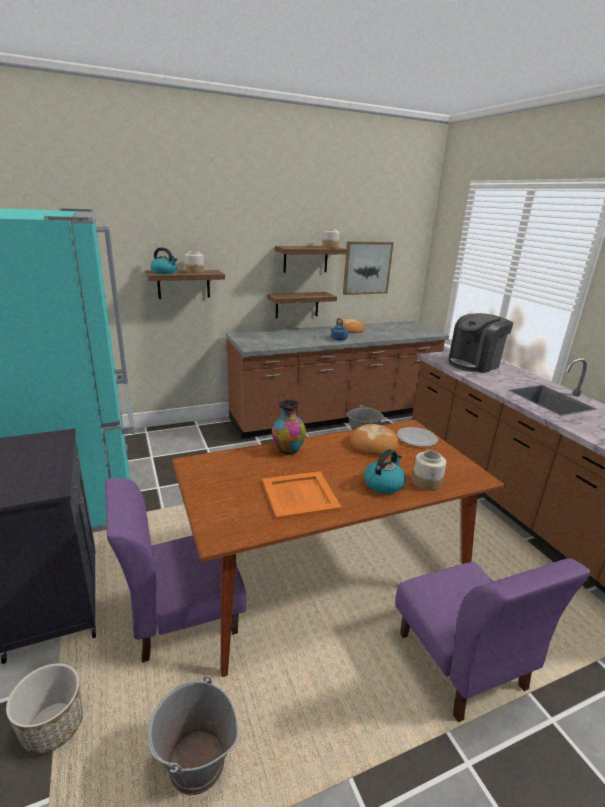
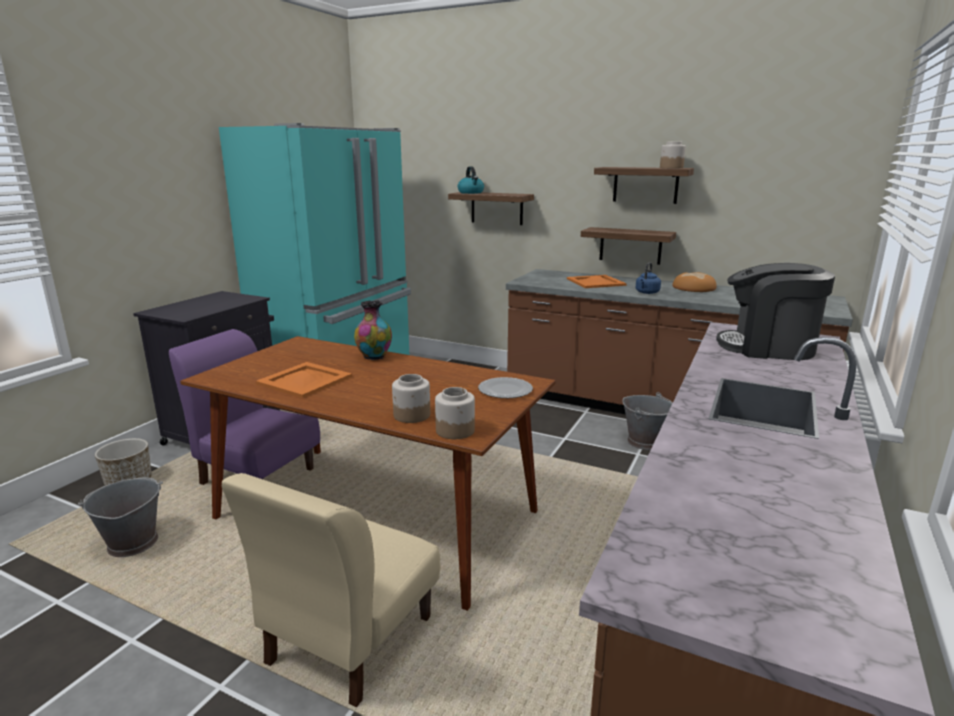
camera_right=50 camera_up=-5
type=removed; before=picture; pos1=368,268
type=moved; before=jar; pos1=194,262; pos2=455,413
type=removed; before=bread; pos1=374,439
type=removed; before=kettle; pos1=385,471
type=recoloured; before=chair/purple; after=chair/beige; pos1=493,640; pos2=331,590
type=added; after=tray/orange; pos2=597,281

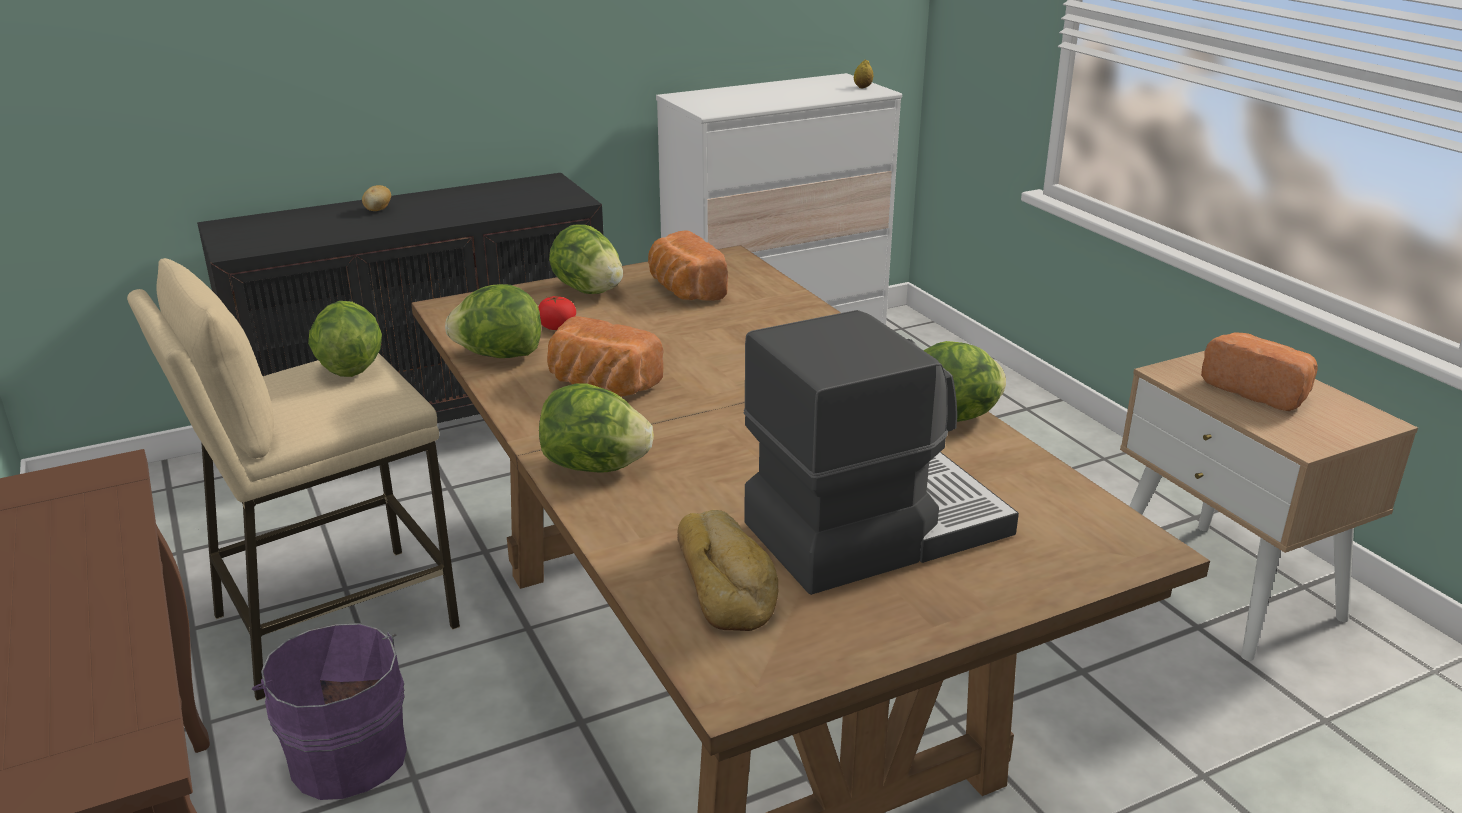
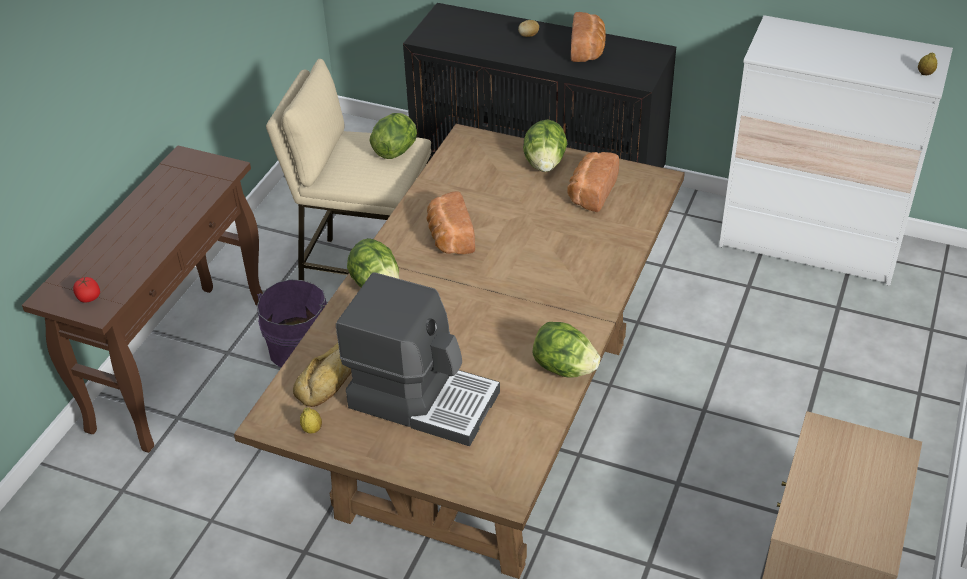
camera_right=50 camera_up=15
type=removed; before=lettuce; pos1=493,321
type=moved; before=tomato; pos1=557,313; pos2=86,290
type=moved; before=bread; pos1=1259,371; pos2=588,37
type=added; after=lemon; pos2=311,420

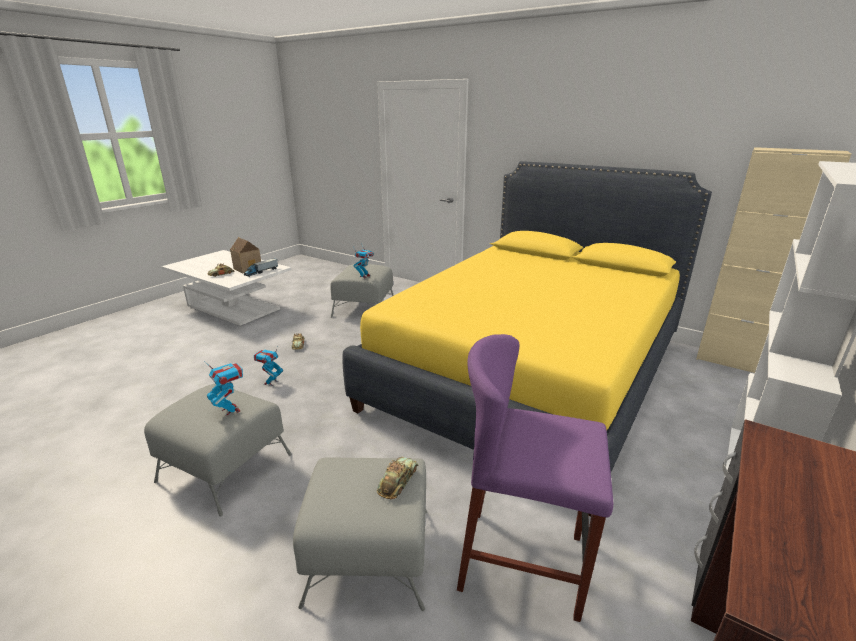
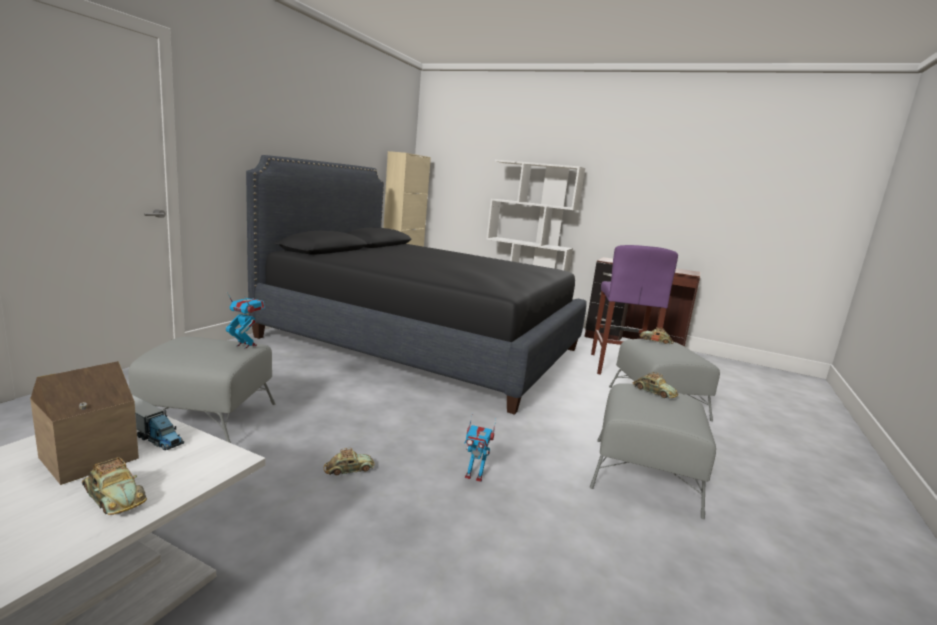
camera_right=-100 camera_up=-10
type=recoloured; before=bed/yellow; after=bed/black; pos1=527,338; pos2=416,285
type=replaced; before=toy robot; after=toy car; pos1=223,388; pos2=656,385

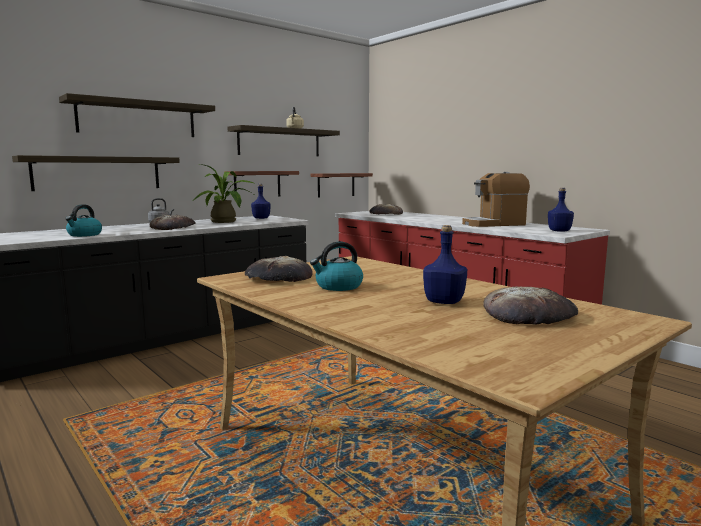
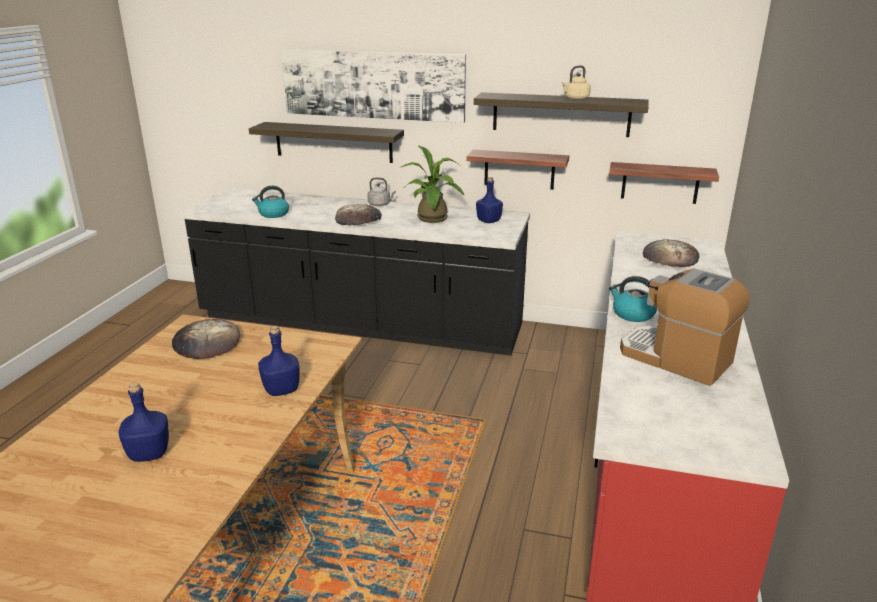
camera_right=55 camera_up=15
type=replaced; before=shelf; after=picture; pos1=137,115; pos2=373,86
type=moved; before=bottle/blue; pos1=561,210; pos2=279,361
type=moved; before=kettle; pos1=336,266; pos2=633,299
type=removed; before=bread; pos1=530,306

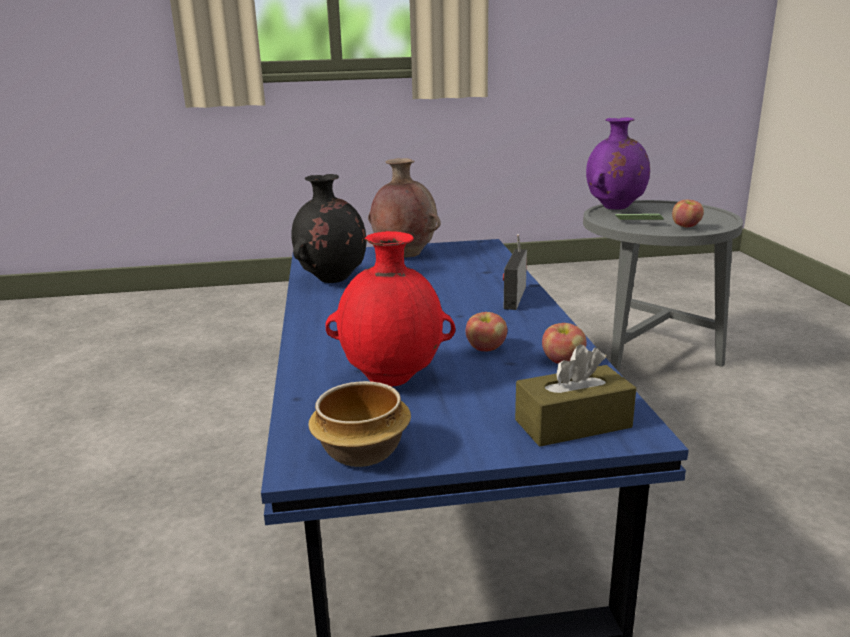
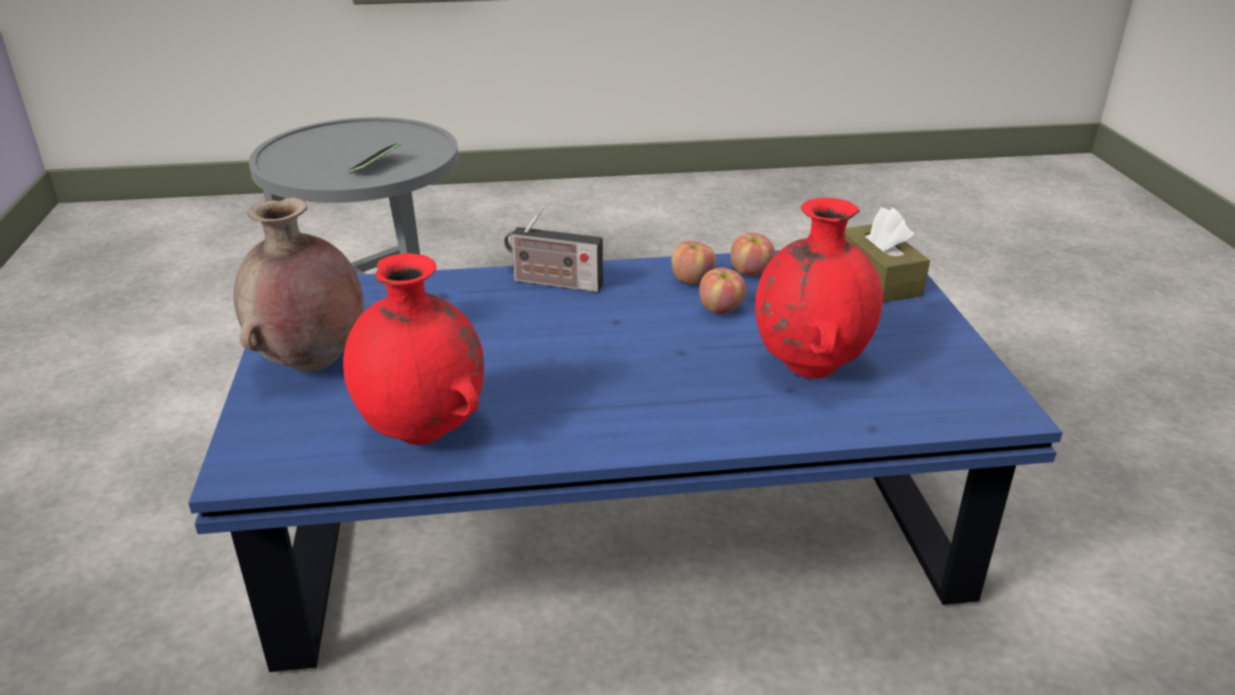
camera_right=-90 camera_up=10
type=removed; before=vase/purple; pos1=618,163
type=recoloured; before=vase/black; after=vase/red; pos1=328,228; pos2=413,349
type=moved; before=apple; pos1=688,214; pos2=693,262
type=removed; before=bowl; pos1=359,424

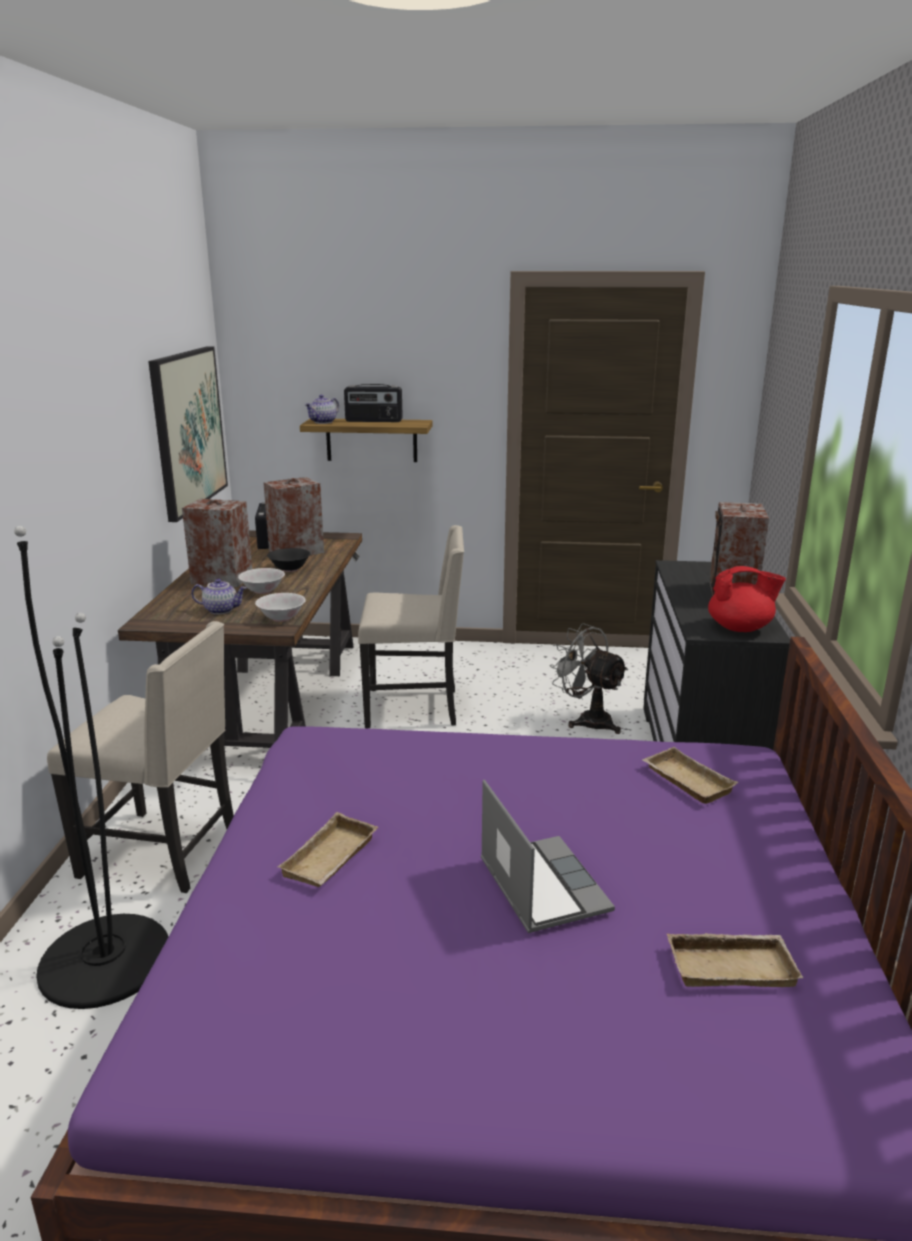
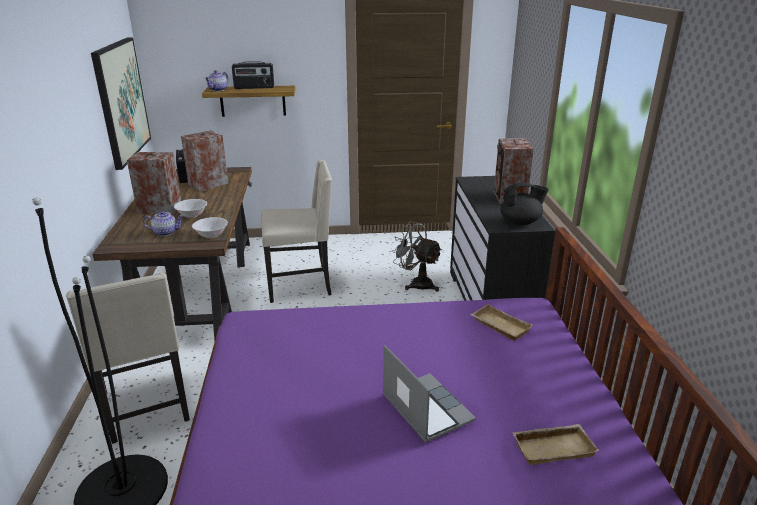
camera_right=-10 camera_up=5
type=removed; before=bowl/black; pos1=289,560
type=recoloured; before=teapot/red; after=teapot/black; pos1=747,599; pos2=524,203
type=turned; before=chair/beige; pos1=140,757; pos2=128,358; turn=60
type=removed; before=tray/beige; pos1=327,849

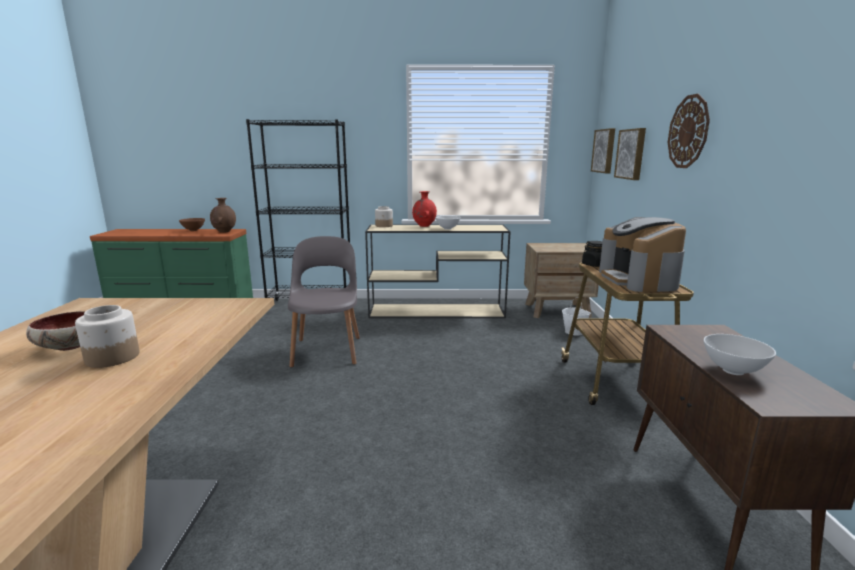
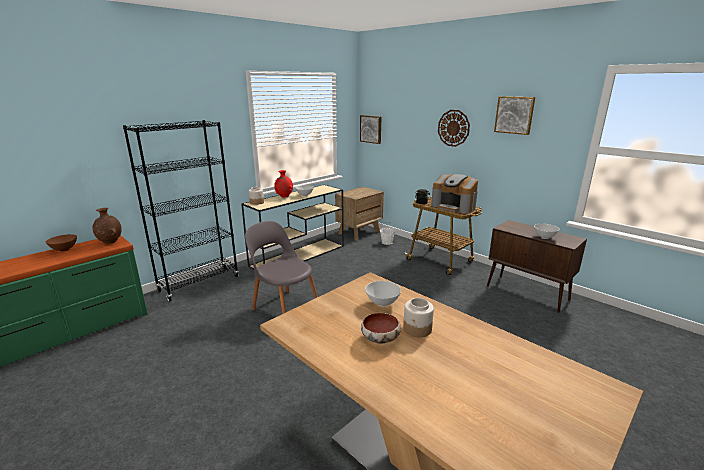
camera_right=-45 camera_up=5
type=moved; before=picture; pos1=630,154; pos2=514,115
type=added; after=bowl/white; pos2=383,293

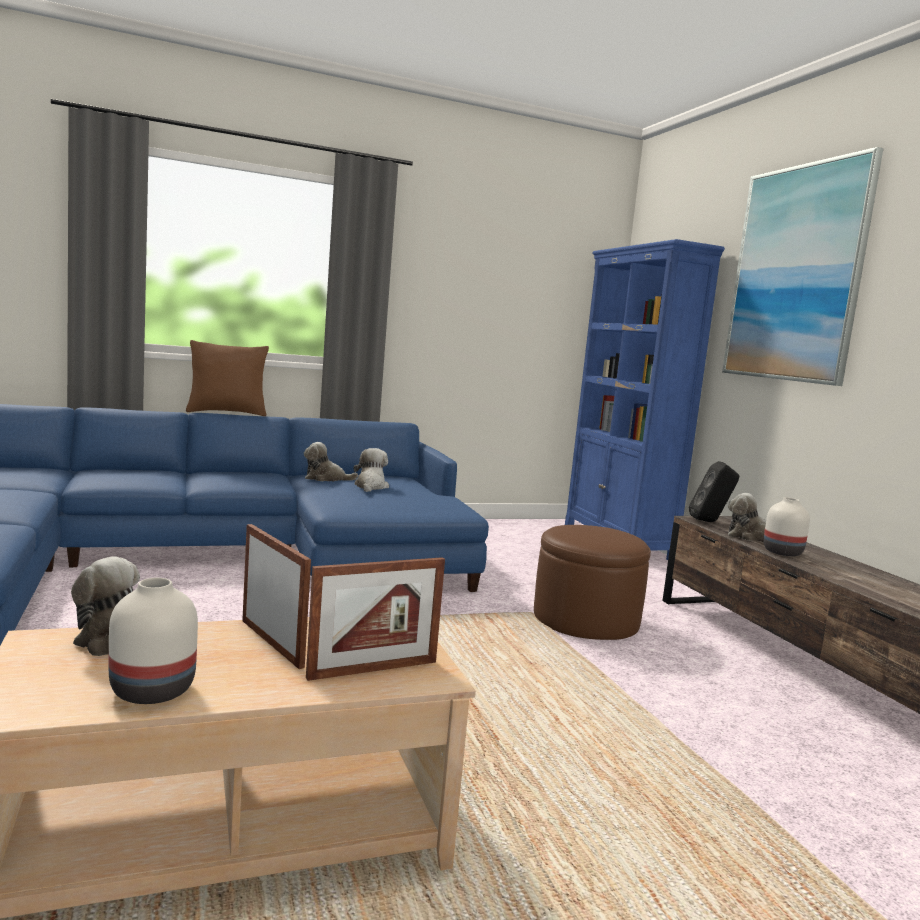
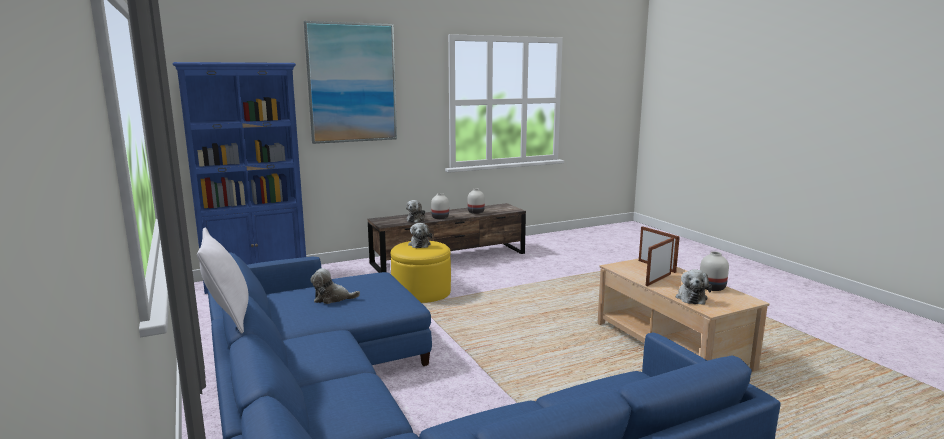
camera_right=-95 camera_up=5
type=recoloured; before=pillow/brown; after=pillow/white; pos1=227,378; pos2=223,280
type=moved; before=plush toy; pos1=331,461; pos2=420,235
type=removed; before=speaker/black; pos1=714,491
type=recoloured; before=ottoman/brown; after=ottoman/yellow; pos1=592,582; pos2=421,272
type=added; after=vase/white; pos2=476,201

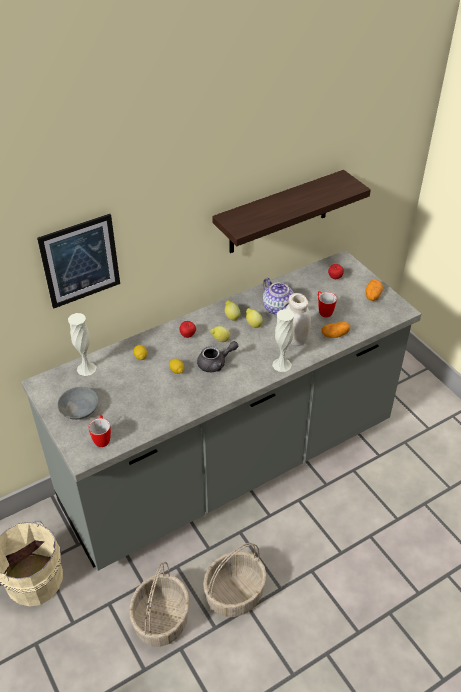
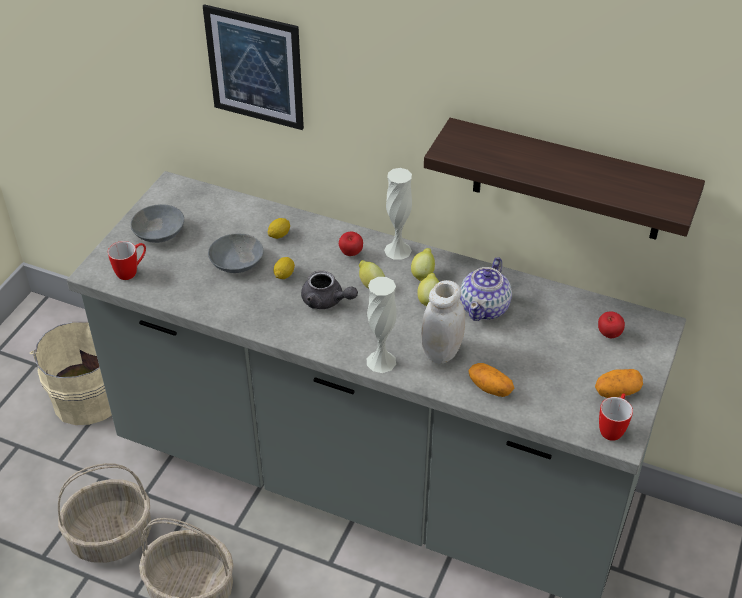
camera_right=55 camera_up=0
type=moved; before=mug; pos1=327,304; pos2=616,417
type=moved; before=vase/white; pos1=82,344; pos2=398,214
type=added; after=bowl/grey; pos2=235,253

